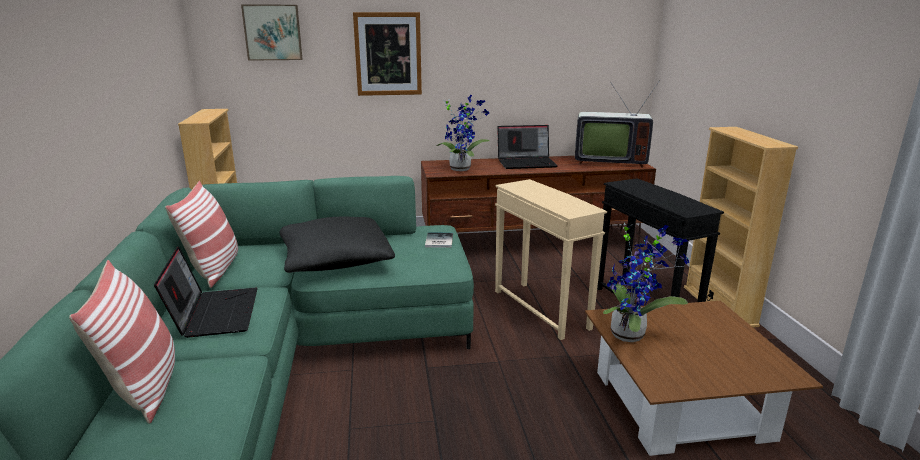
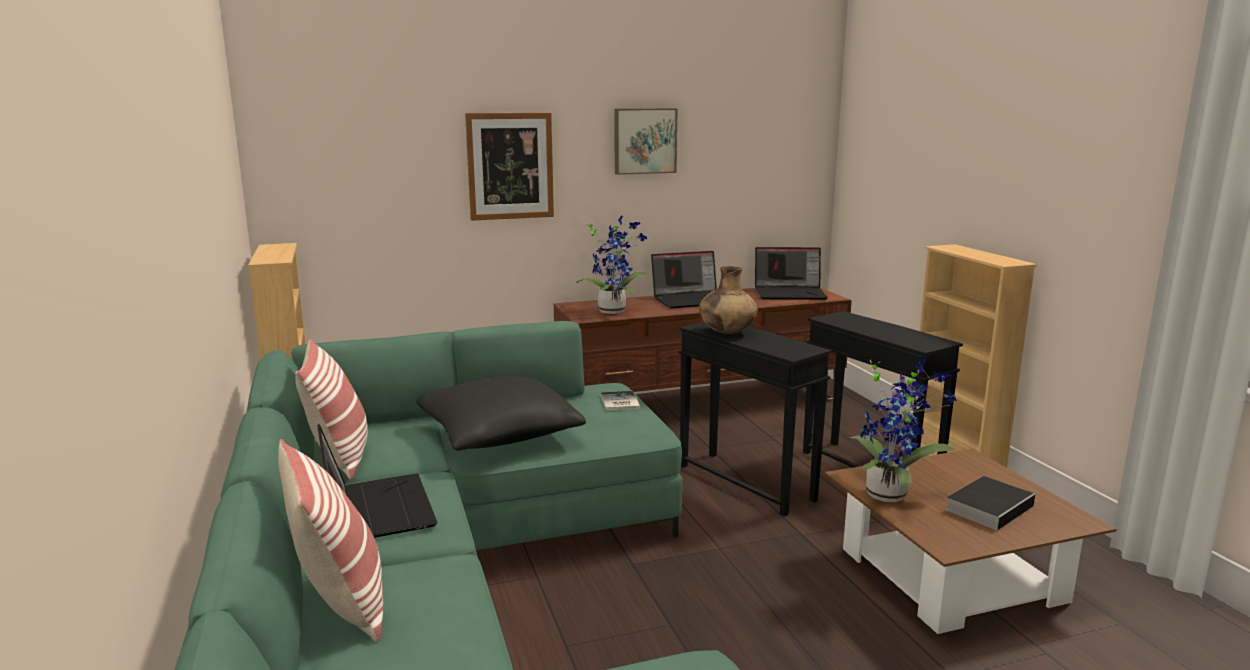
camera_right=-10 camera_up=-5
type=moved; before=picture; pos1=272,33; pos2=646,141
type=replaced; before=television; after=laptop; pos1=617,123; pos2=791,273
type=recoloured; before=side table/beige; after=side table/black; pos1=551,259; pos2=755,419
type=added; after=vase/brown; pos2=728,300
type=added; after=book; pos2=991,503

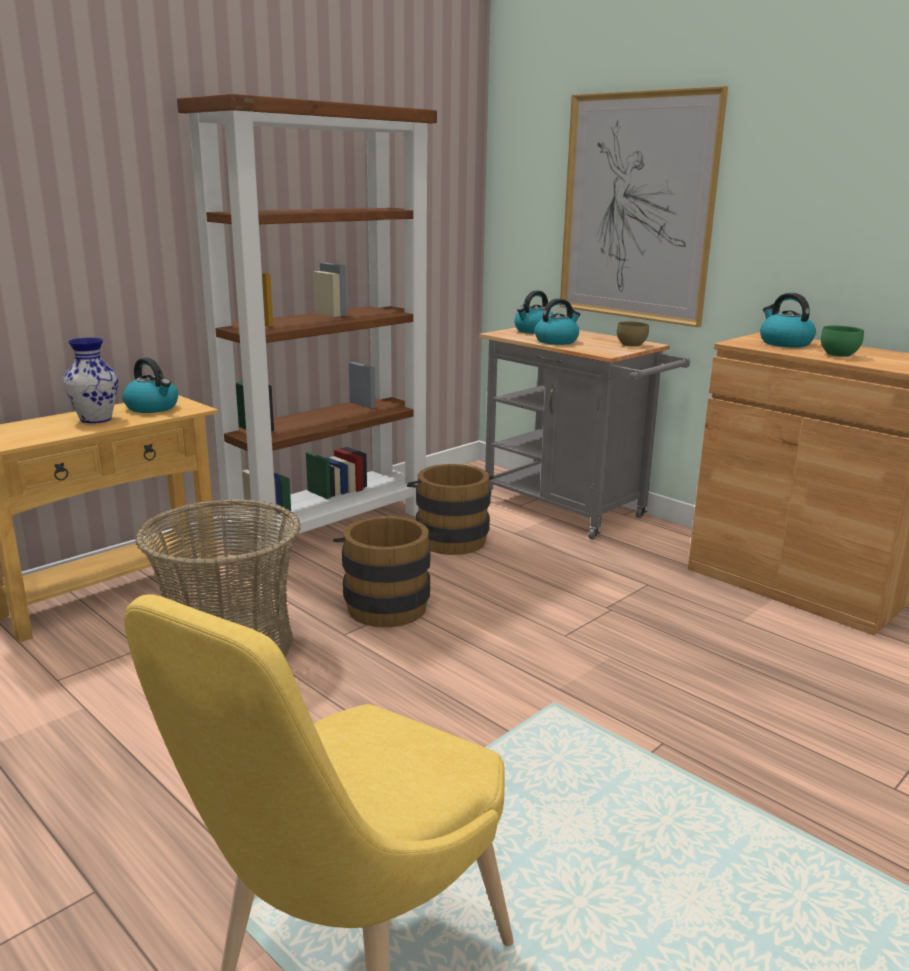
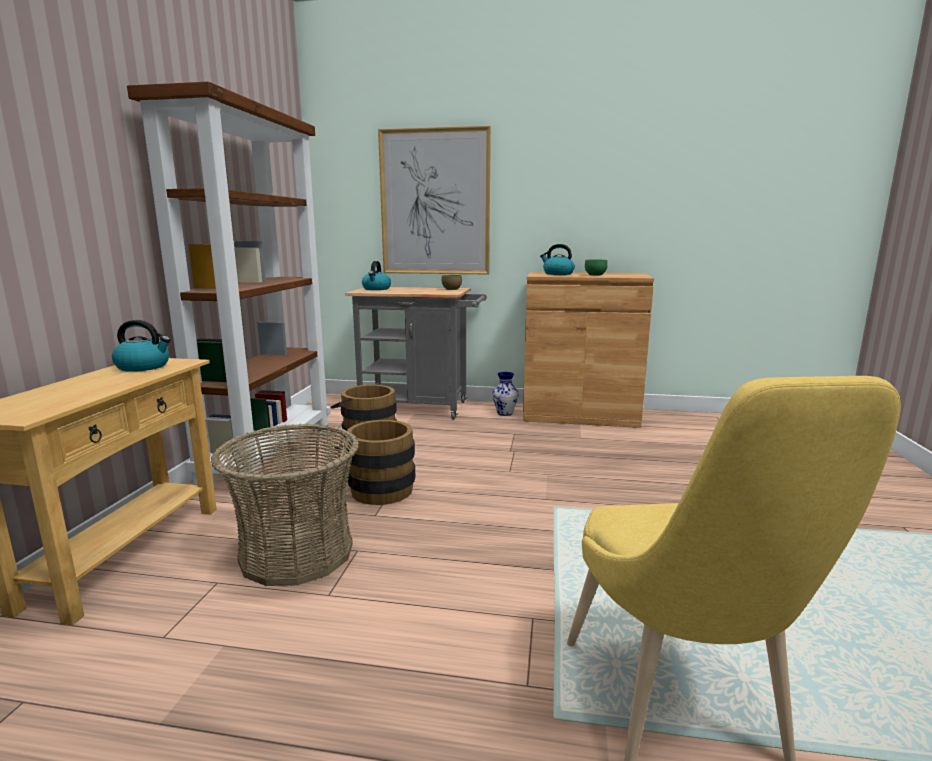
camera_right=-35 camera_up=-5
type=removed; before=kettle; pos1=557,322
type=moved; before=vase; pos1=90,380; pos2=505,394

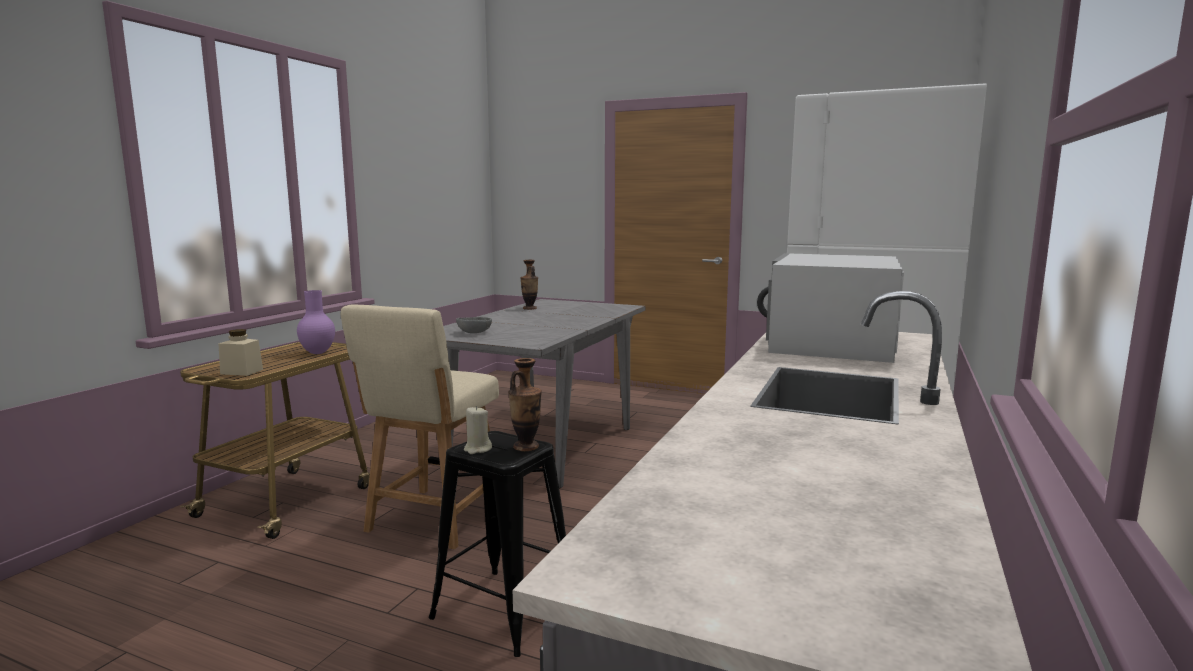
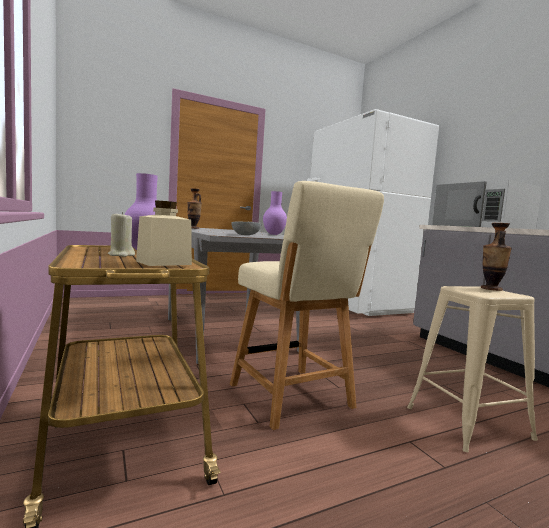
camera_right=-50 camera_up=-5
type=moved; before=candle/beige; pos1=478,430; pos2=121,234
type=recoloured; before=stool/black; after=stool/beige; pos1=497,544; pos2=472,369
type=added; after=vase/purple; pos2=275,213

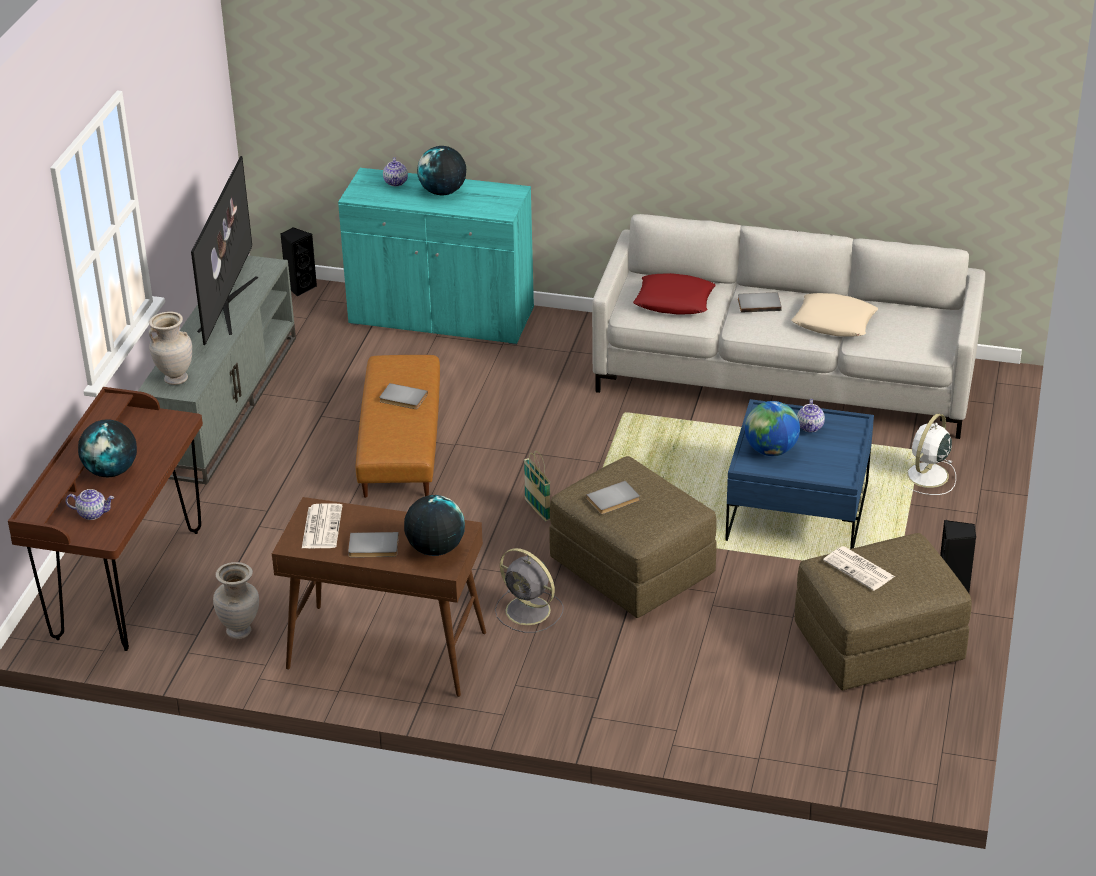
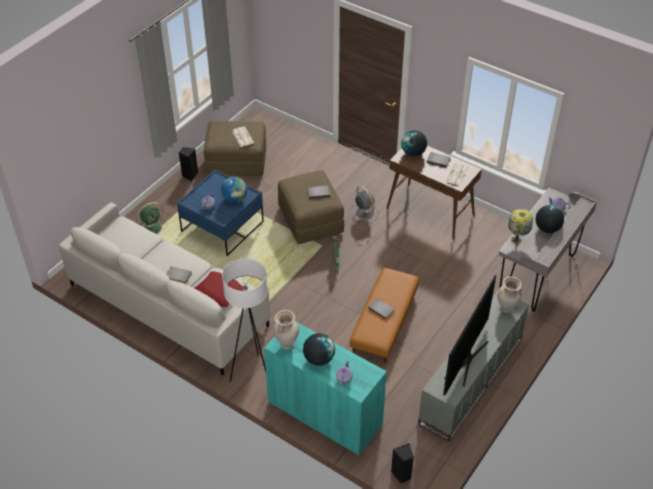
camera_right=-160 camera_up=10
type=removed; before=pillow/beige; pos1=834,315
type=recoloured; before=desk/brown; after=desk/grey; pos1=105,519; pos2=548,250
type=recoloured; before=fan/white; after=fan/green; pos1=929,454; pos2=151,218
type=moved; before=vase/beige; pos1=236,600; pos2=286,329
type=added; after=table lamp; pos2=520,226
type=added; after=floor lamp/white; pos2=245,320

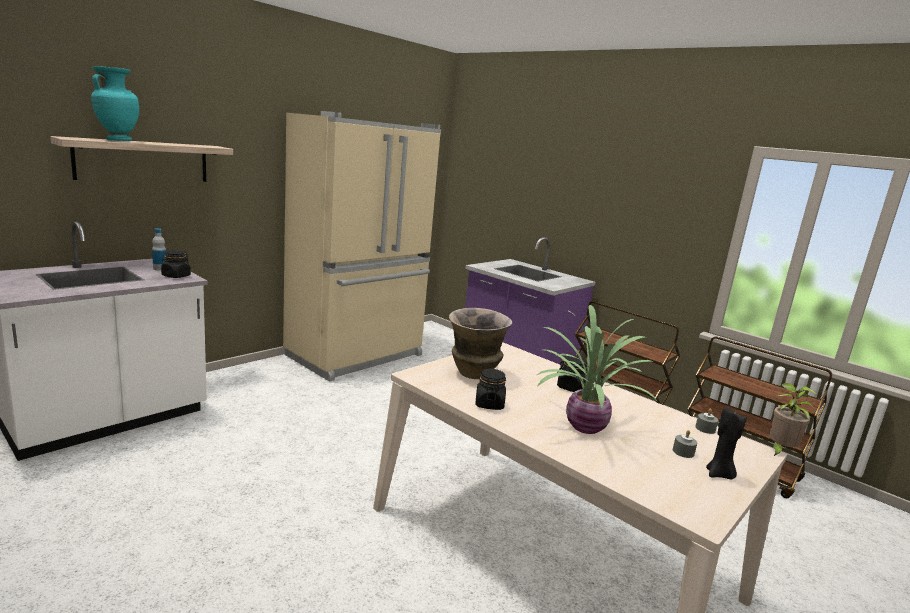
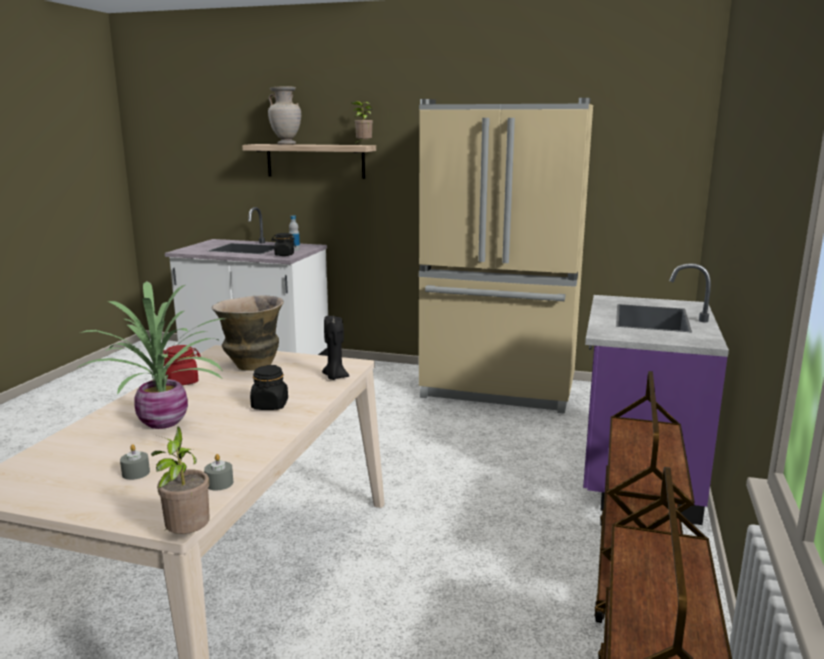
camera_right=65 camera_up=0
type=recoloured; before=vase/turquoise; after=vase/beige; pos1=115,104; pos2=284,116
type=recoloured; before=jar/black; after=jar/red; pos1=490,389; pos2=182,365
type=moved; before=candle/black; pos1=726,443; pos2=335,348
type=added; after=potted plant; pos2=362,122

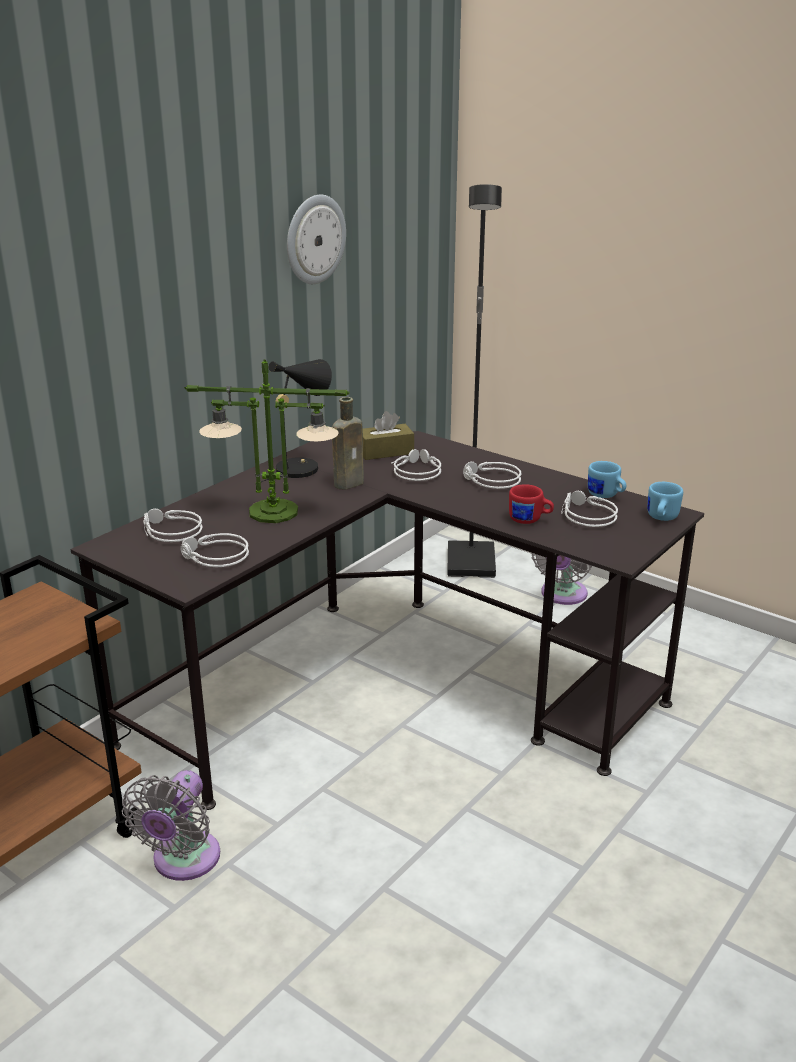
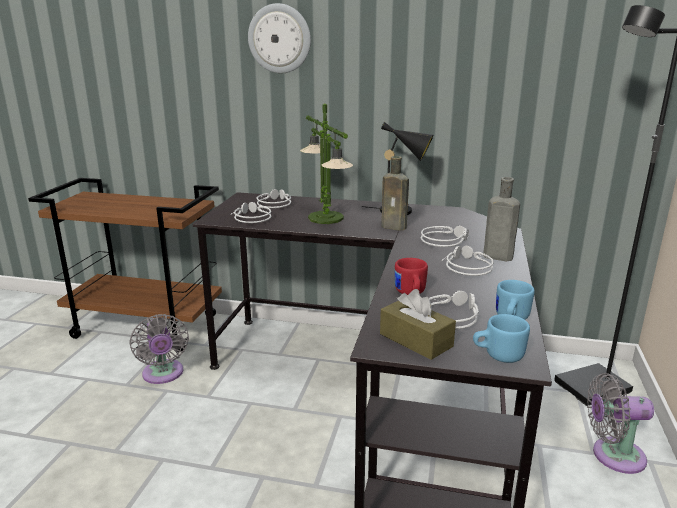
camera_right=65 camera_up=-5
type=moved; before=wall clock; pos1=316,239; pos2=279,38
type=moved; before=tissue box/brown; pos1=388,435; pos2=418,324
type=turned; before=fan/grey; pos1=171,825; pos2=159,349; turn=-105
type=added; after=bottle/grey; pos2=501,219

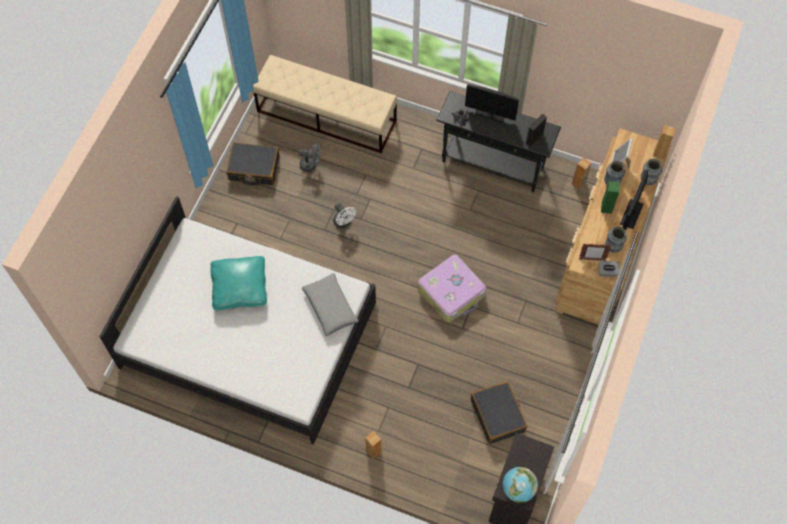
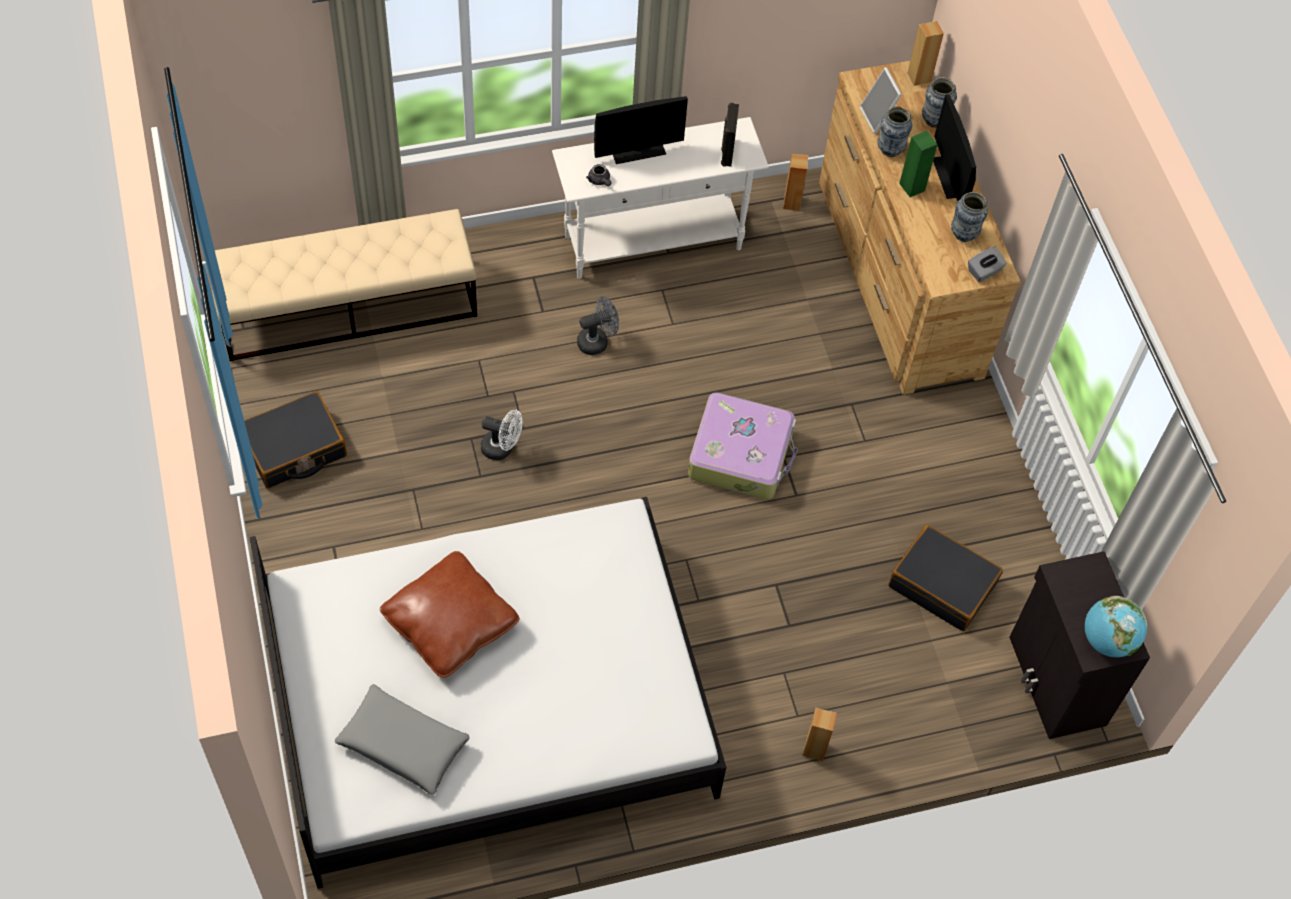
camera_right=-40 camera_up=-5
type=recoloured; before=console table/black; after=console table/white; pos1=498,141; pos2=660,198
type=moved; before=fan/grey; pos1=310,158; pos2=598,325
type=removed; before=picture frame; pos1=595,252
type=recoloured; before=pillow/turquoise; after=pillow/brown; pos1=238,283; pos2=450,614
type=moved; before=pillow/grey; pos1=330,304; pos2=402,739

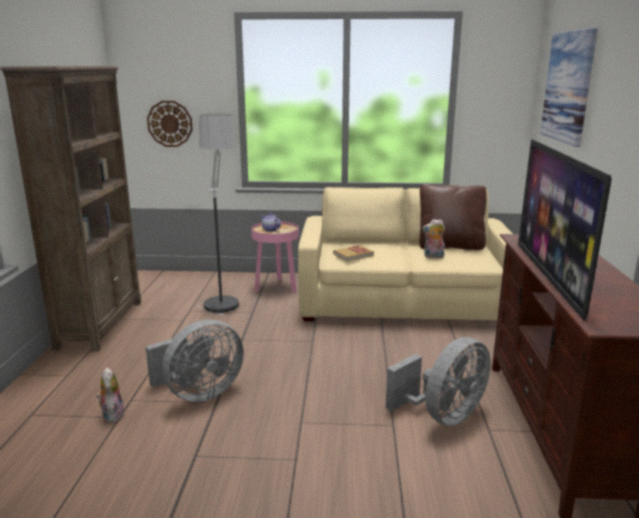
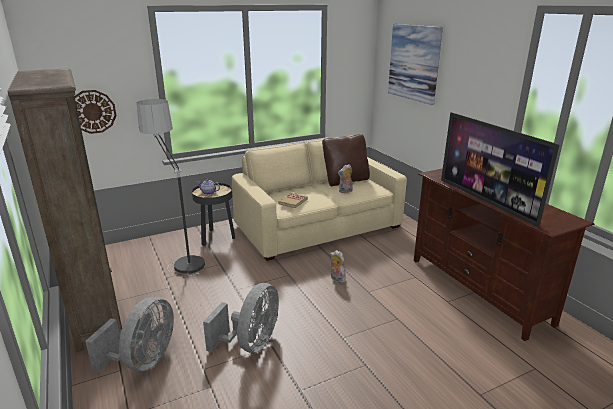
camera_right=-30 camera_up=5
type=recoloured; before=side table/pink; after=side table/black; pos1=275,257; pos2=213,214
type=moved; before=fan/grey; pos1=438,381; pos2=129,335
type=moved; before=plush toy; pos1=110,395; pos2=338,266

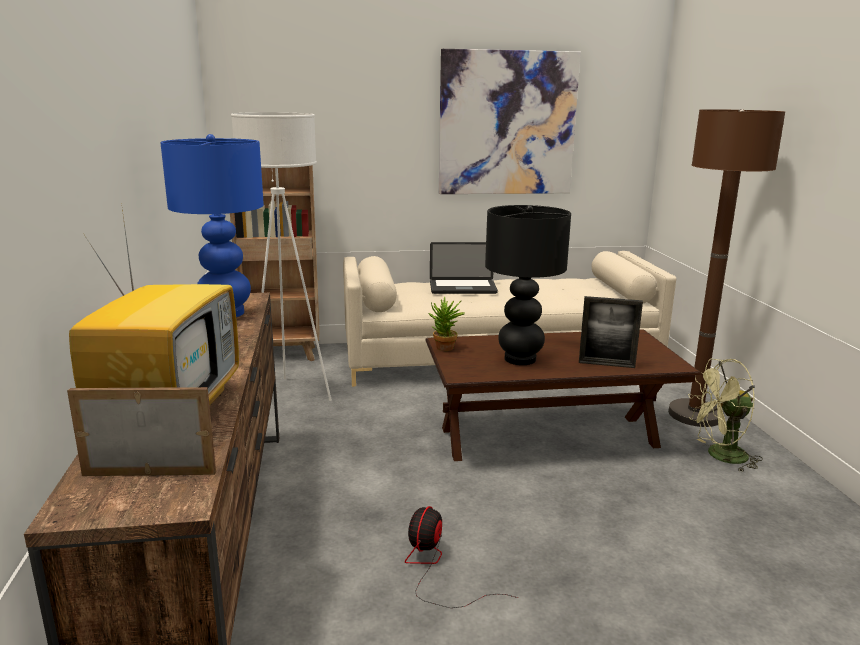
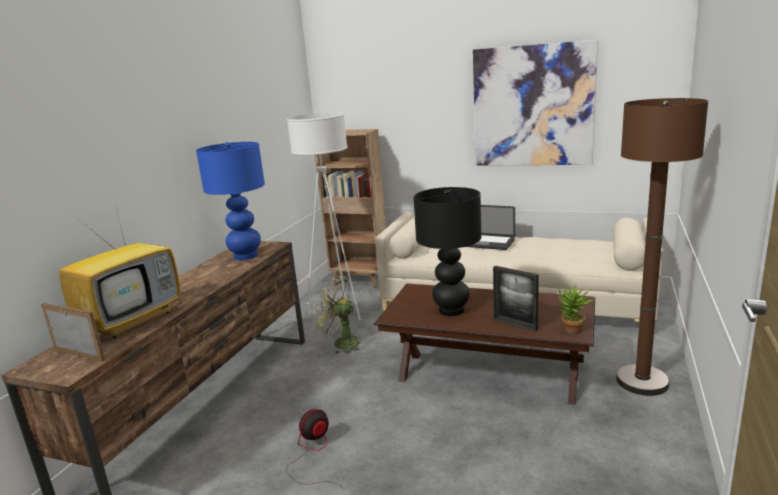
camera_right=30 camera_up=0
type=moved; before=potted plant; pos1=447,324; pos2=575,308
type=moved; before=fan/green; pos1=725,415; pos2=338,315

